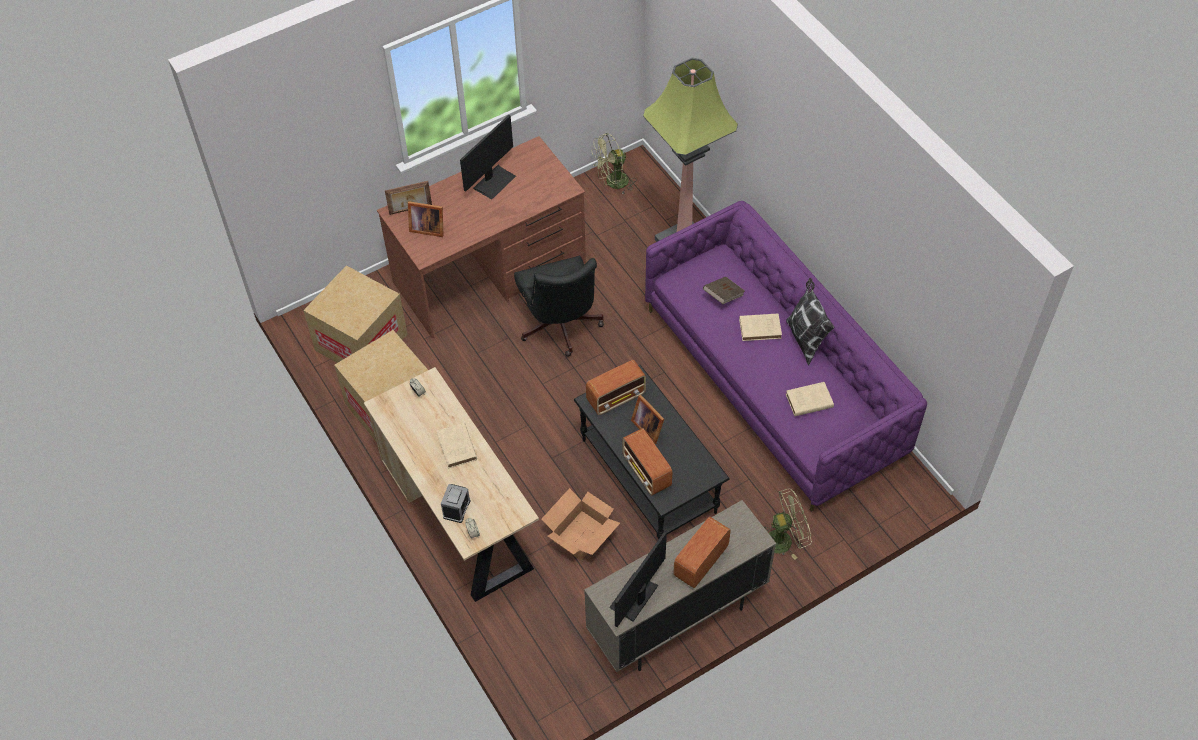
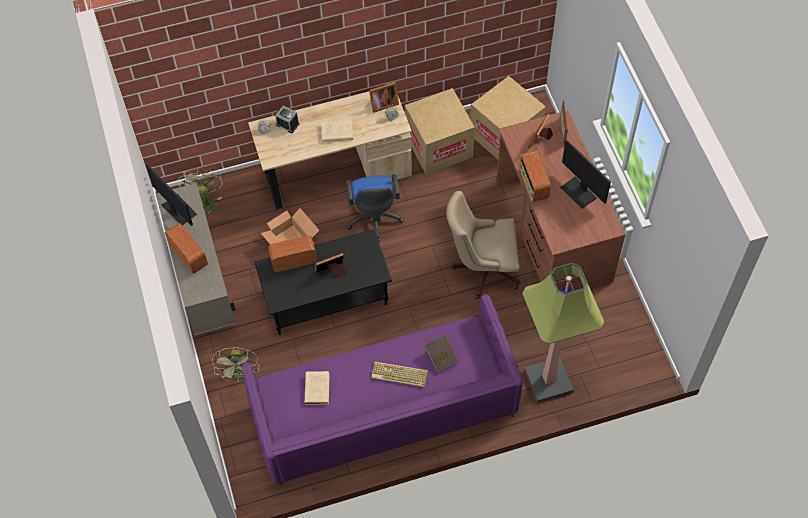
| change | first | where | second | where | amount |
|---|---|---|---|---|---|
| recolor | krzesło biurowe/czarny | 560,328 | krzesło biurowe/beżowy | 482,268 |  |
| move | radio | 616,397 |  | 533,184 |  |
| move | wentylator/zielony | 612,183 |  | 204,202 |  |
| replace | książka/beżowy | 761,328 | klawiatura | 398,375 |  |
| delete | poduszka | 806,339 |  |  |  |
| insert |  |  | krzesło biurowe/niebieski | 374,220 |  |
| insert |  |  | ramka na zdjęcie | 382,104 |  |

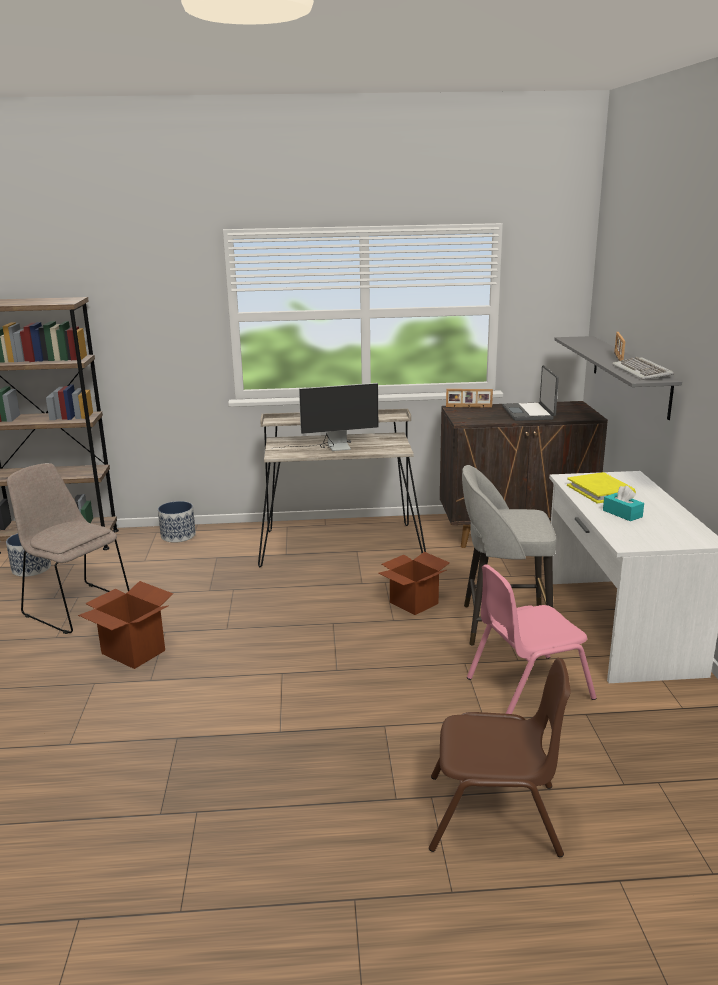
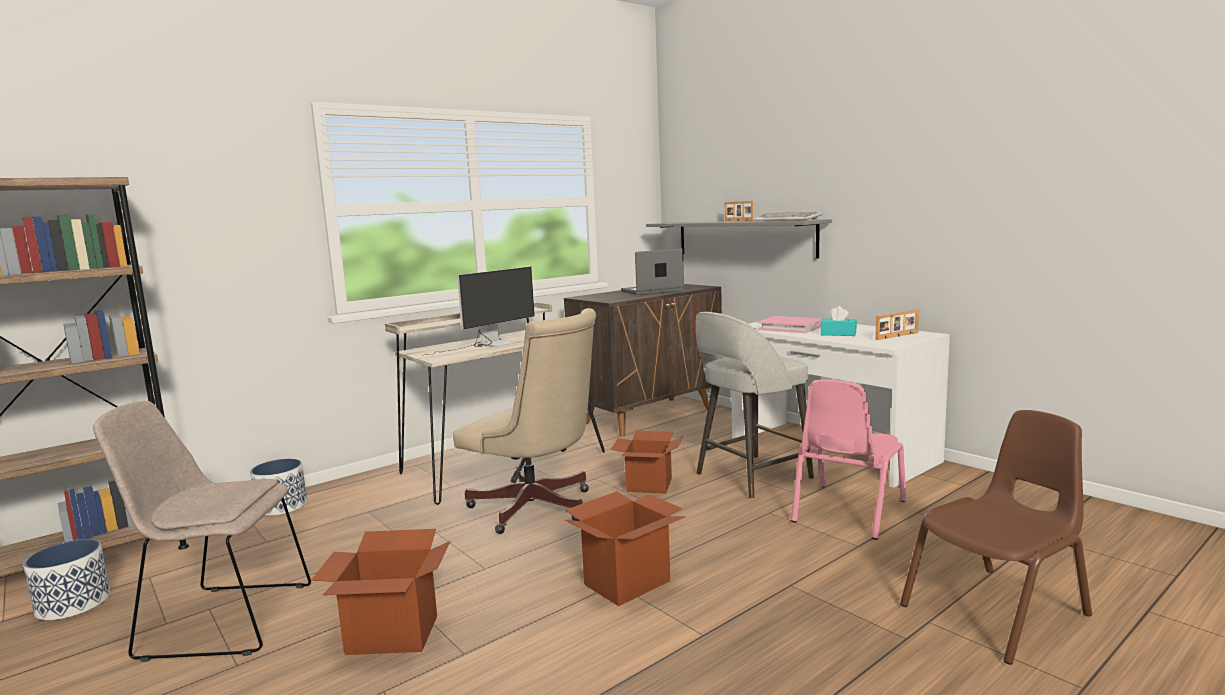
| change | first | where | second | where | amount |
|---|---|---|---|---|---|
| move | ramka na zdjęcie | 468,407 |  | 897,336 |  |
| rotate | laptop | 529,413 |  | 652,291 | 105 degrees clockwise |
| recolor | książka/żółty | 600,491 | książka/różowy | 789,328 |  |
| insert |  |  | krzesło biurowe/beżowy | 537,509 |  |
| insert |  |  | karton | 627,582 |  |

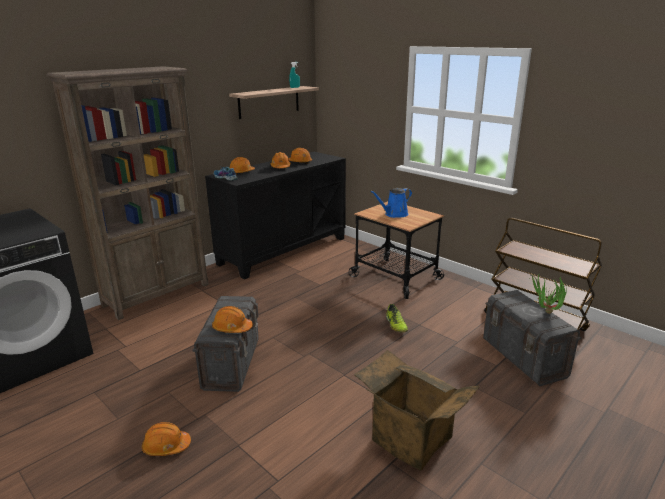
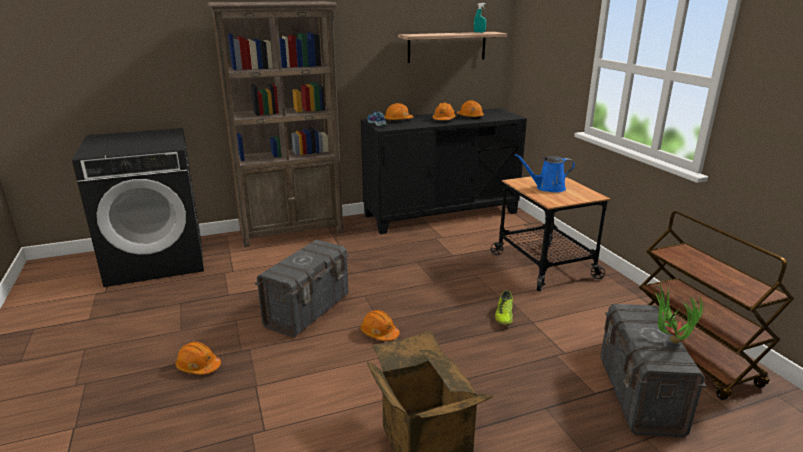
| change | first | where | second | where | amount |
|---|---|---|---|---|---|
| move | kask/pomarańczowy | 232,328 |  | 379,333 |  |

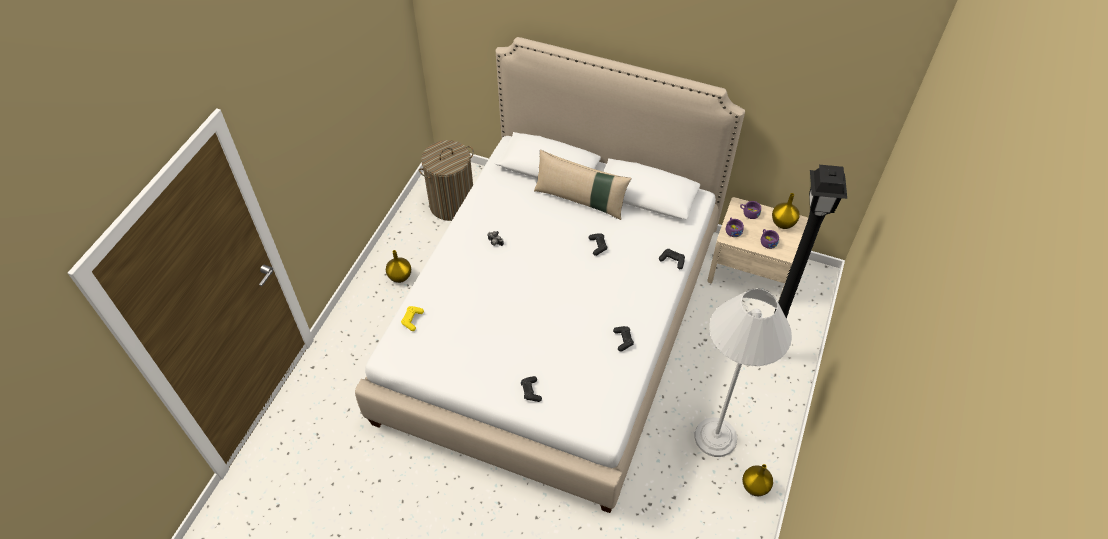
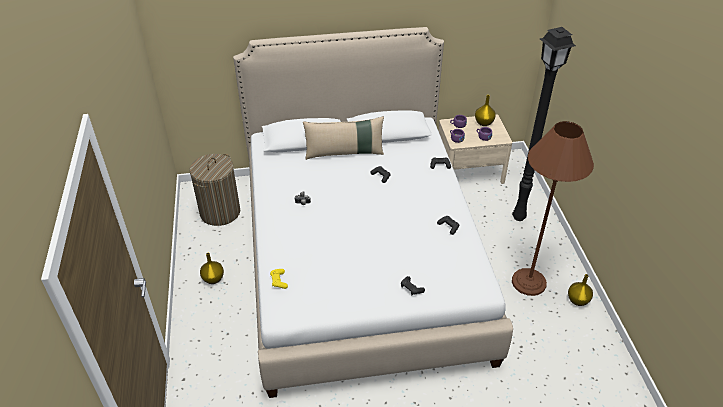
| change | first | where | second | where | amount |
|---|---|---|---|---|---|
| recolor | lampa stojąca/biały | 715,437 | lampa stojąca/brązowy | 528,282 |  |

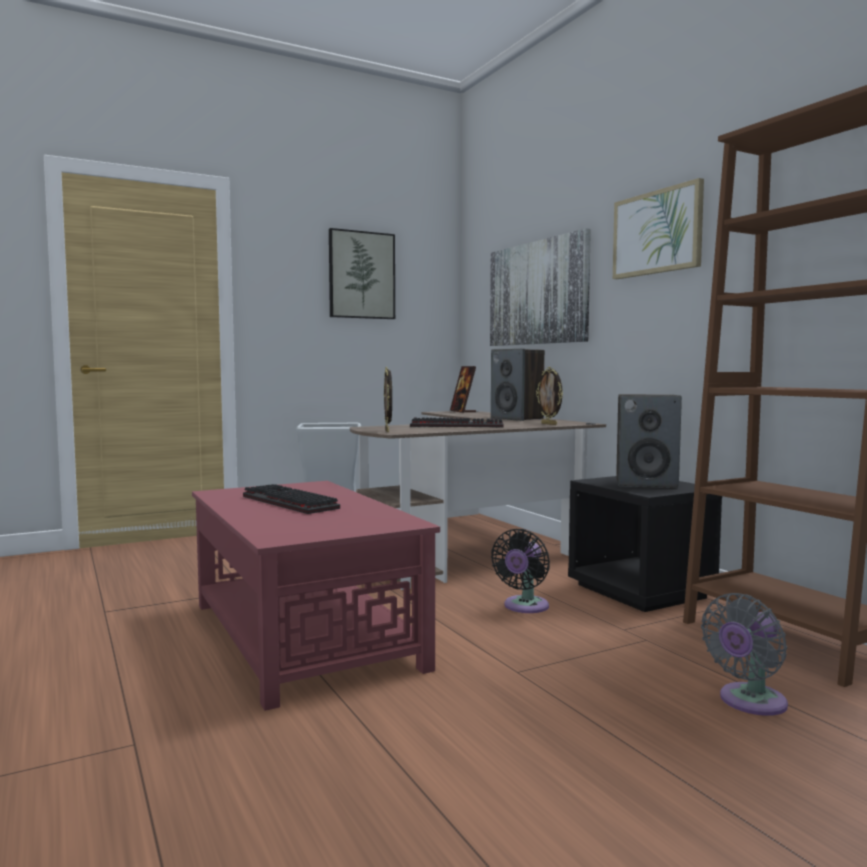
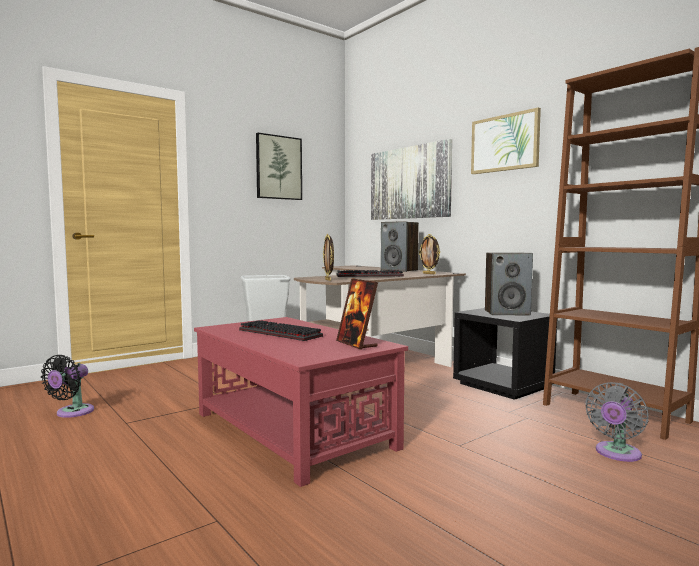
| change | first | where | second | where | amount |
|---|---|---|---|---|---|
| move | ramka na zdjęcie | 463,411 |  | 356,344 |  |
| move | wentylator/czarny | 524,607 |  | 72,413 |  |

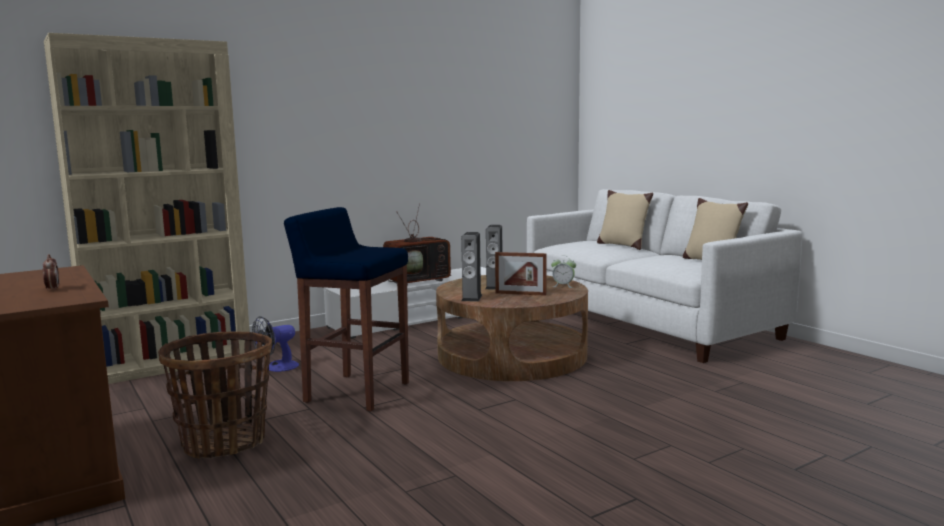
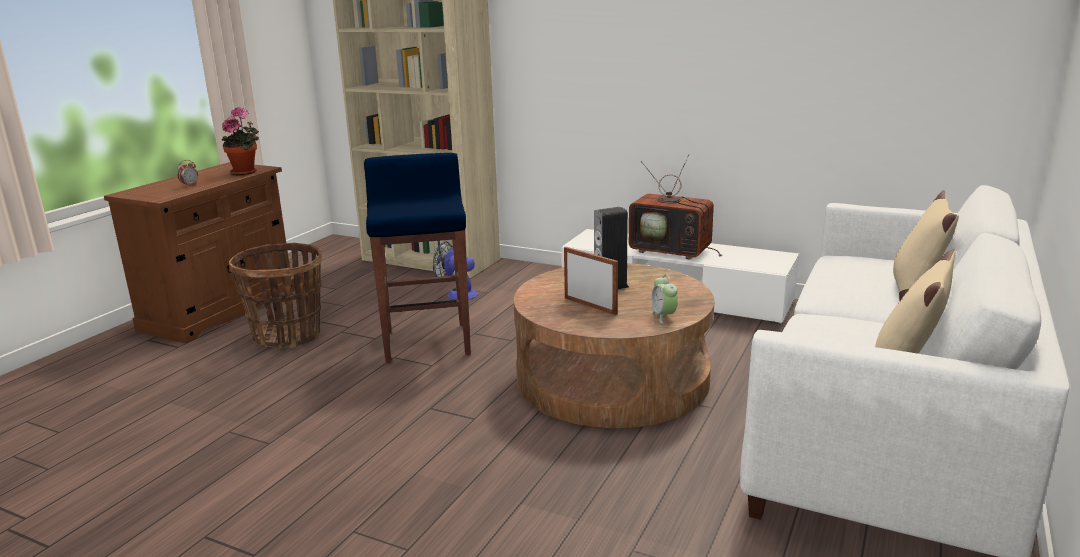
| change | first | where | second | where | amount |
|---|---|---|---|---|---|
| delete | głośnik | 471,298 |  |  |  |
| rotate | ramka na zdjęcie | 520,294 |  | 590,306 | 150 degrees clockwise |
| insert |  |  | roślina doniczkowa | 246,172 |  |

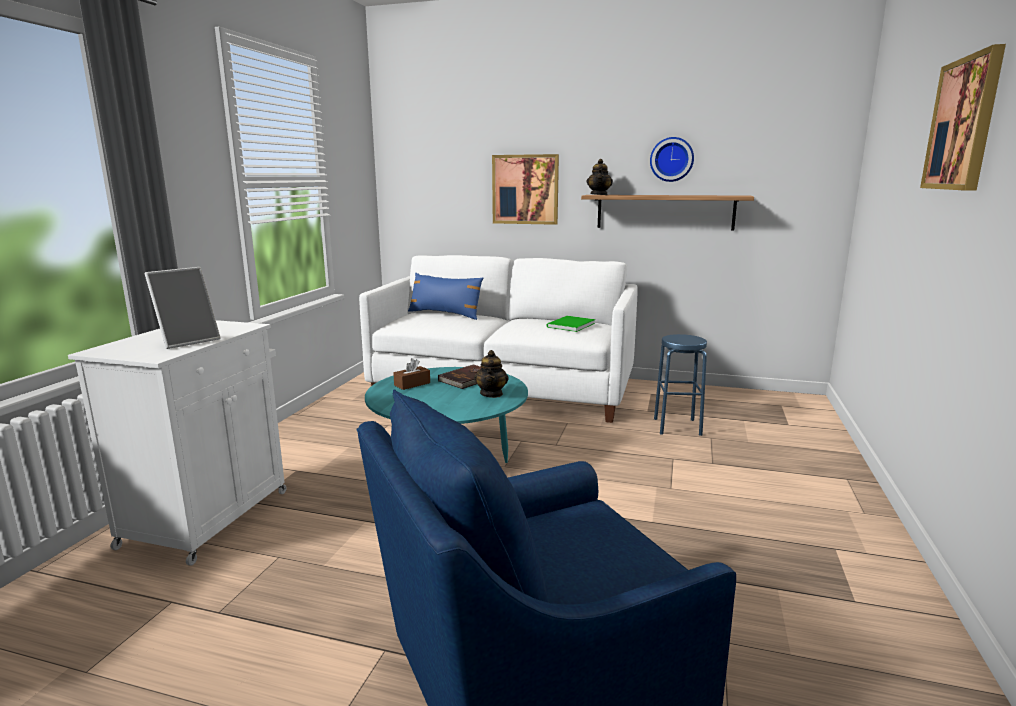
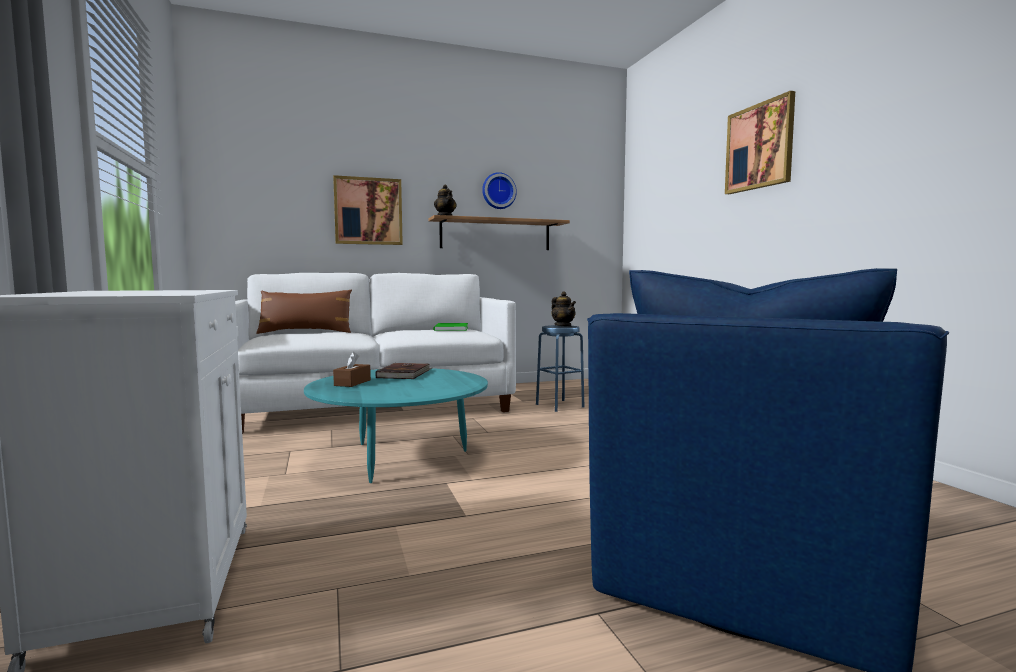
| change | first | where | second | where | amount |
|---|---|---|---|---|---|
| delete | ramka na zdjęcie | 188,341 |  |  |  |
| recolor | poduszka/niebieski | 445,314 | poduszka/brązowy | 306,332 |  |
| move | imbryk | 491,394 |  | 563,326 |  |

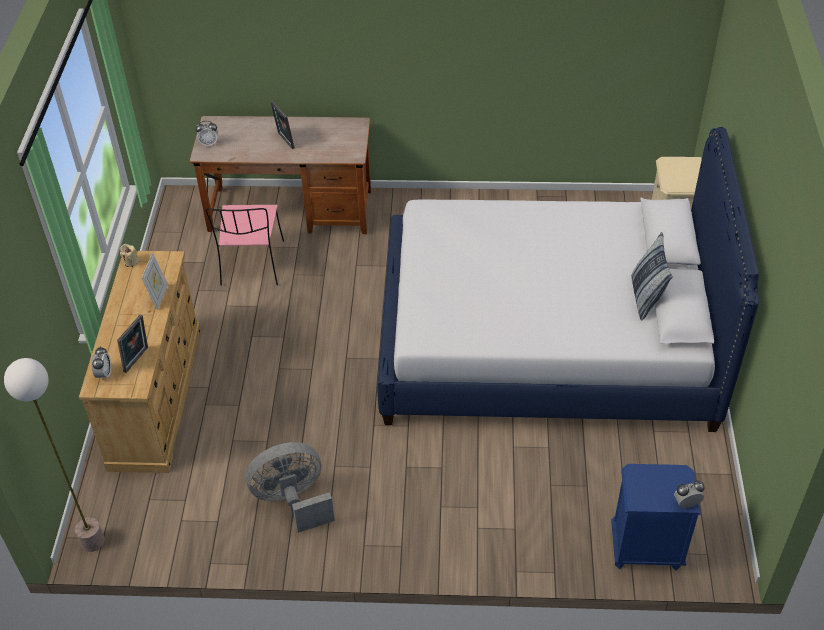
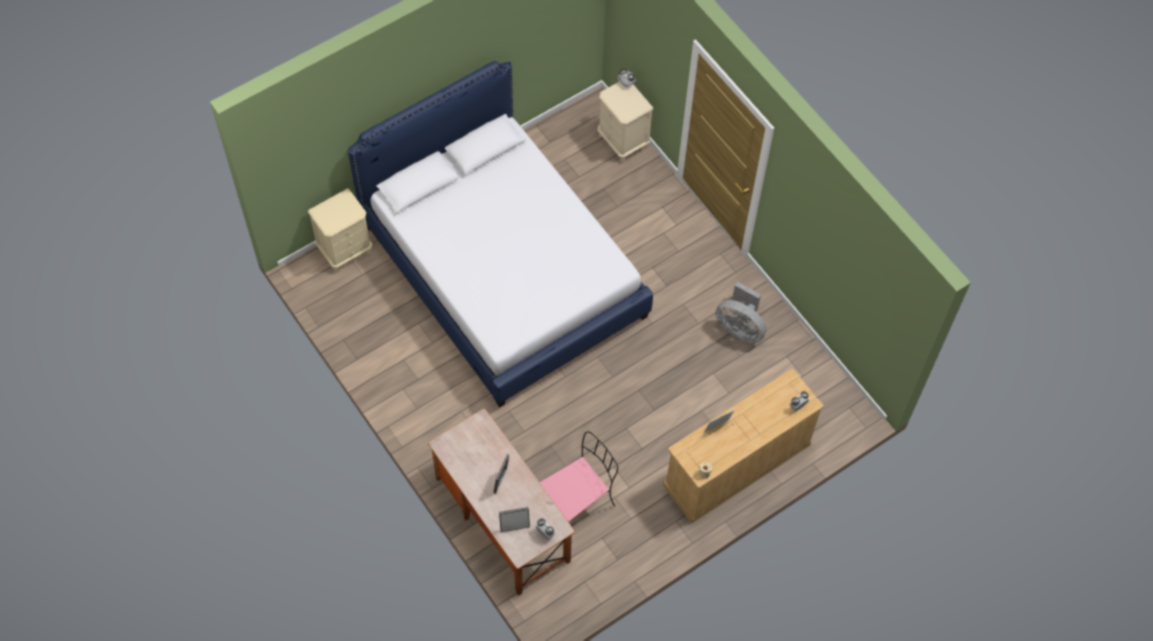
| change | first | where | second | where | amount |
|---|---|---|---|---|---|
| delete | lampa stojąca | 92,541 |  |  |  |
| move | ramka na zdjęcie | 137,360 |  | 514,526 |  |
| recolor | szafka nocna/niebieski | 645,549 | szafka nocna/beżowy | 622,141 |  |
| delete | poduszka | 646,297 |  |  |  |

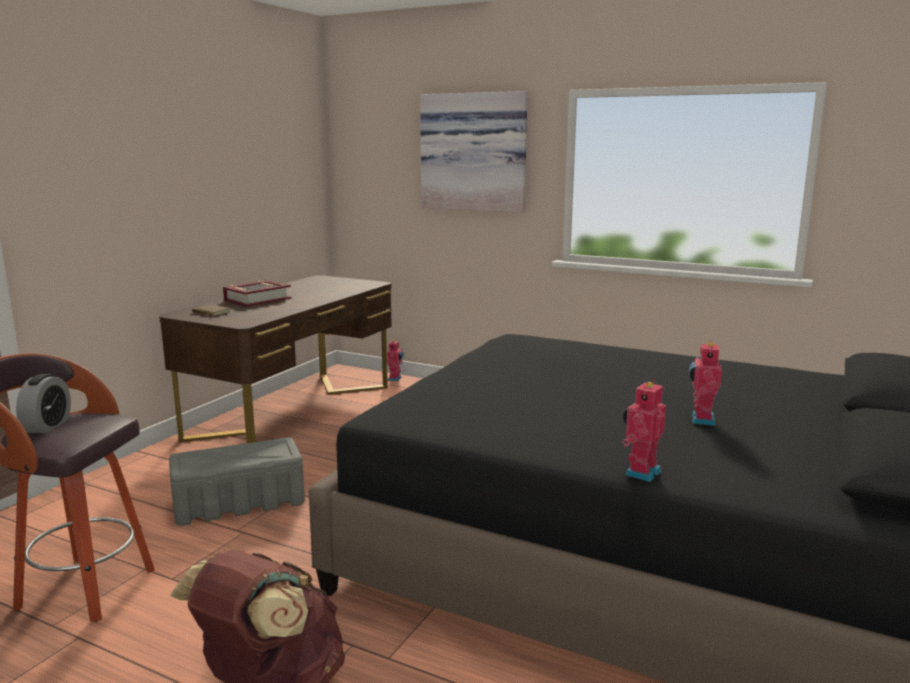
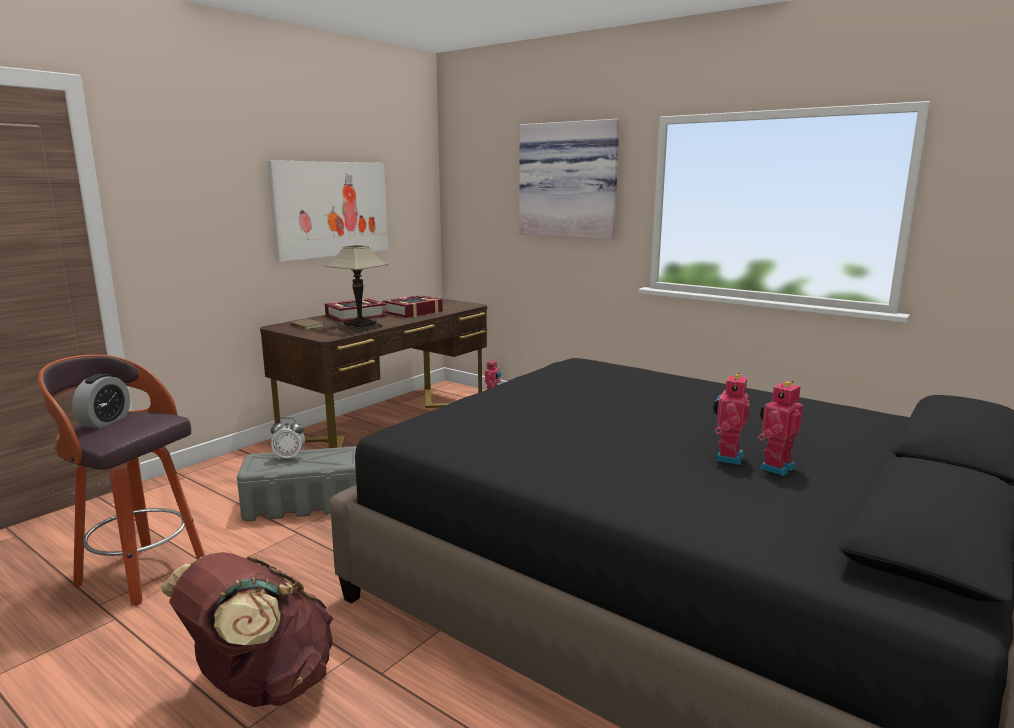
| change | first | where | second | where | amount |
|---|---|---|---|---|---|
| move | robot zabawkowy | 640,472 |  | 775,467 |  |
| insert |  |  | obraz | 331,209 |  |
| insert |  |  | budzik | 289,457 |  |
| insert |  |  | lampa stołowa | 360,327 |  |
| insert |  |  | książka | 413,312 |  |

